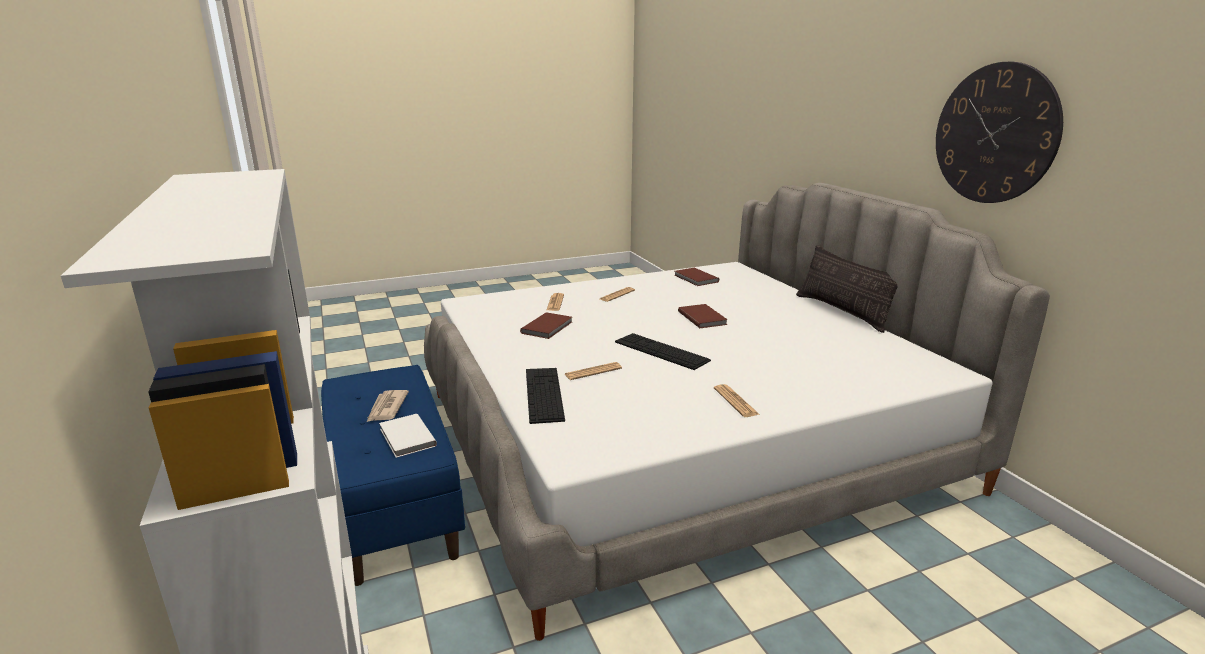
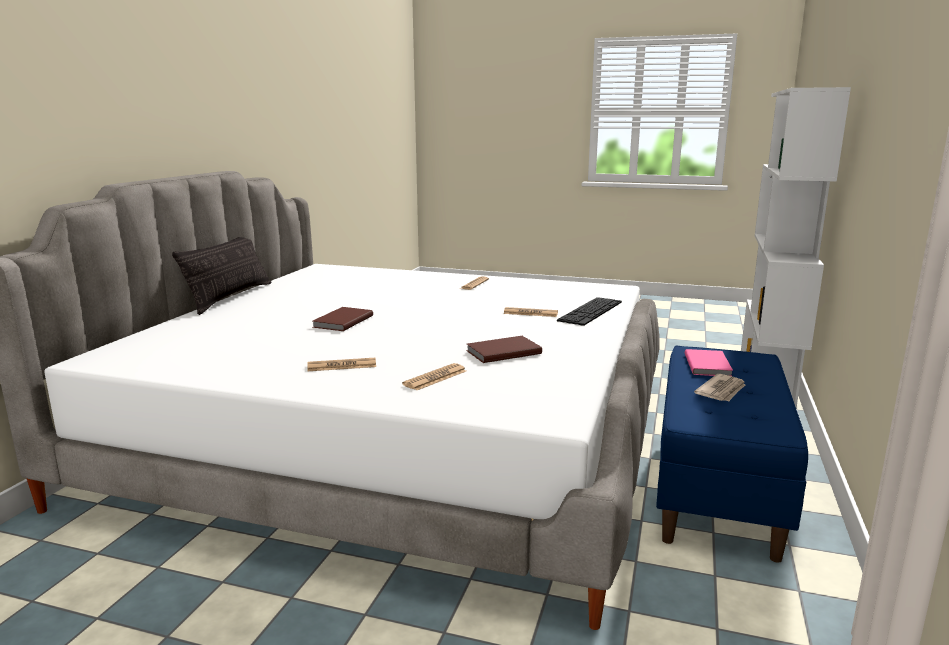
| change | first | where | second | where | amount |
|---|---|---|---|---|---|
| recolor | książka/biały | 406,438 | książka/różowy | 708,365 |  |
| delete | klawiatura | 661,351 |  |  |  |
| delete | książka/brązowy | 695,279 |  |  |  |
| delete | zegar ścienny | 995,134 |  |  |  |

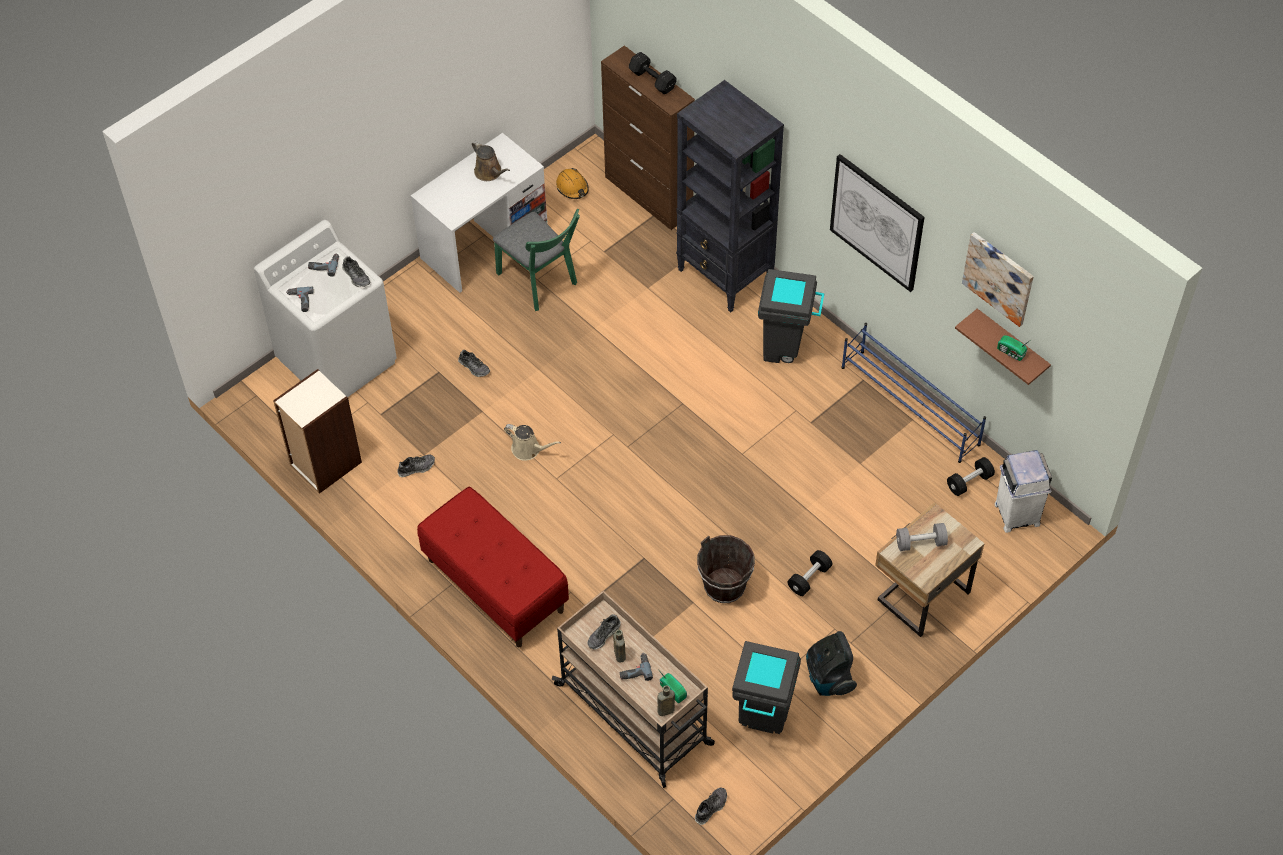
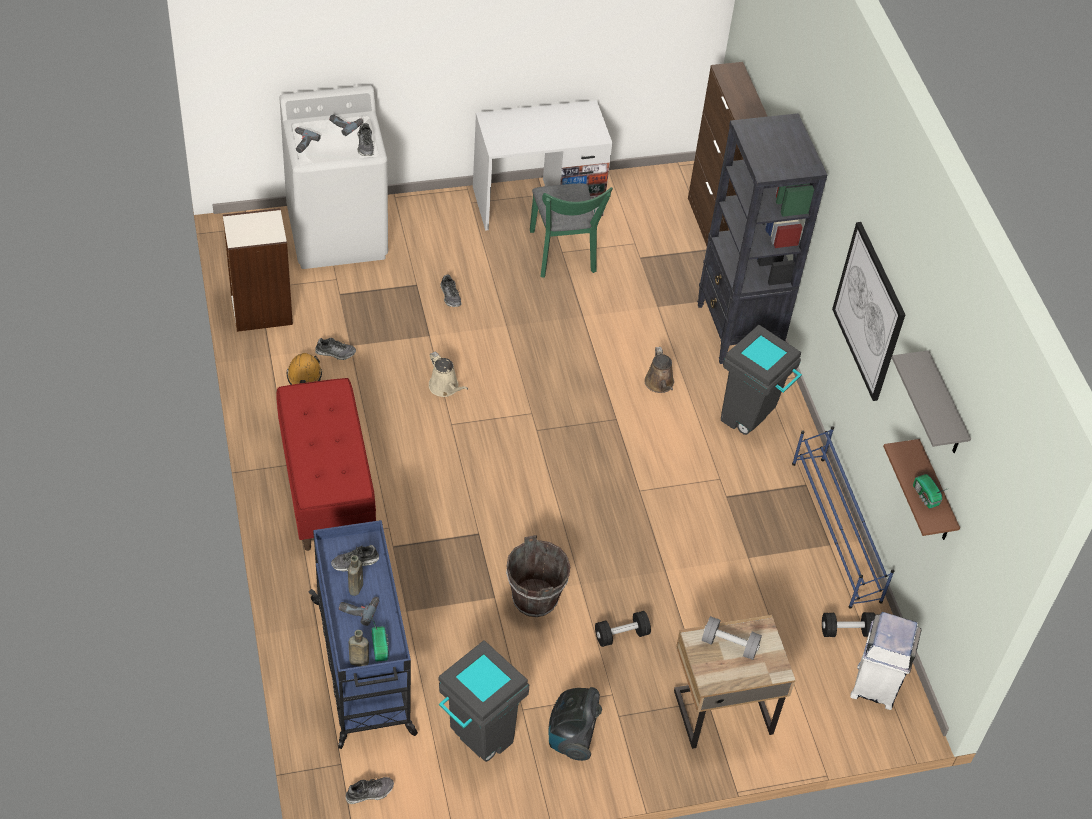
| change | first | where | second | where | amount |
|---|---|---|---|---|---|
| move | konewka/brązowy | 489,172 |  | 660,384 |  |
| recolor | wózek/beżowy | 635,715 | wózek/niebieski | 363,668 |  |
| move | kask/pomarańczowy | 572,187 |  | 304,376 |  |
| delete | hantel/czarny | 652,79 |  |  |  |
| replace | obraz | 999,278 | półka/szary | 944,407 |  |

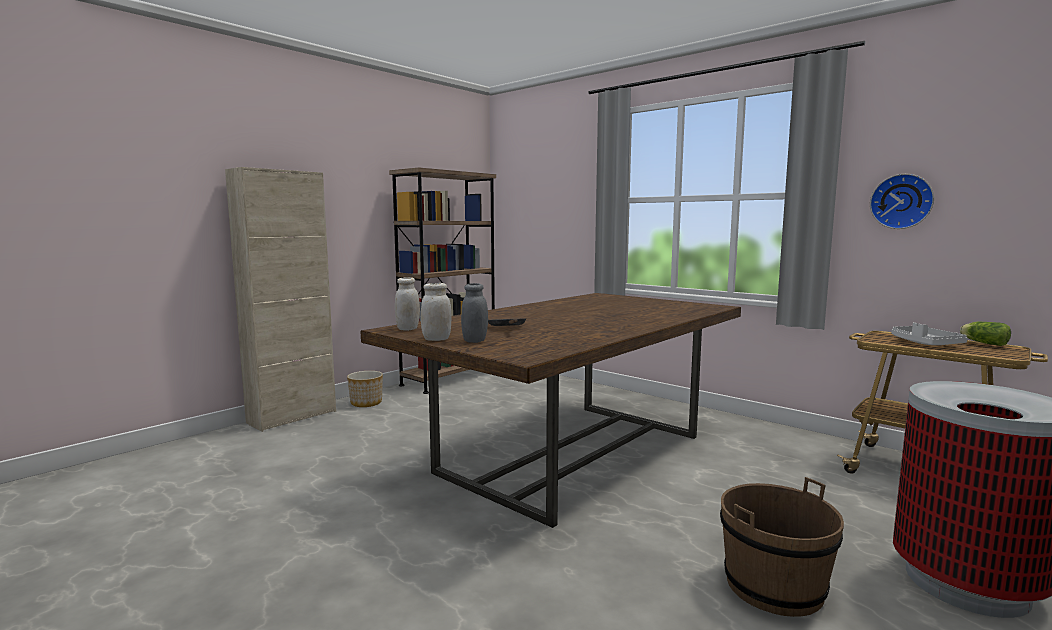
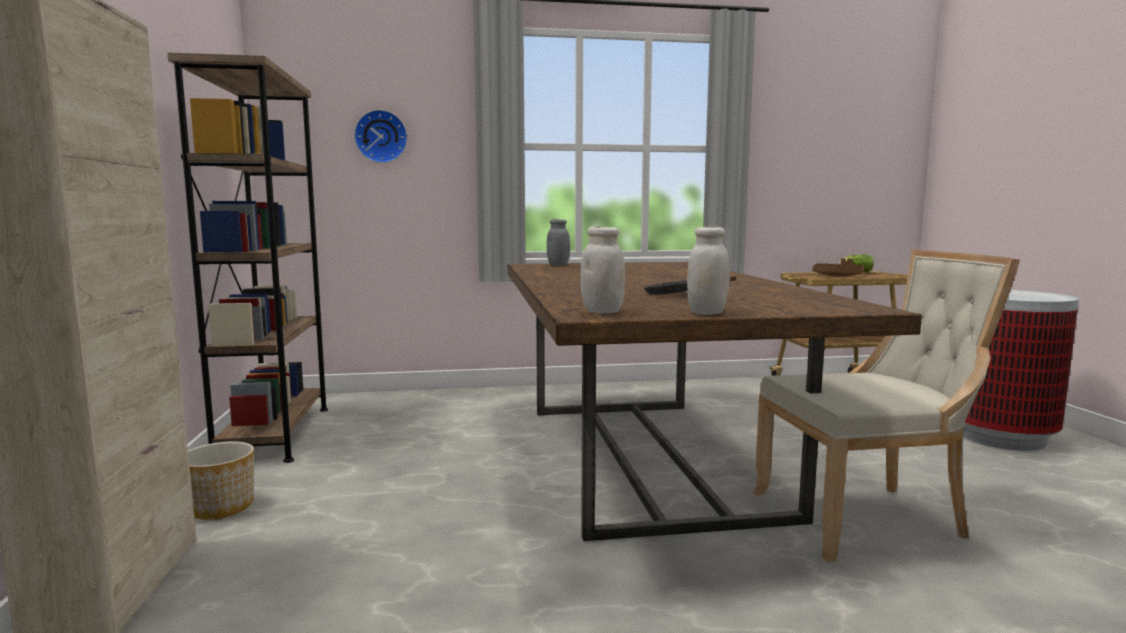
| change | first | where | second | where | amount |
|---|---|---|---|---|---|
| move | słoik/szary | 475,341 |  | 558,265 |  |
| delete | wiadro/brązowy | 774,587 |  |  |  |
| move | zegar ścienny | 901,201 |  | 381,137 |  |
| recolor | taca/szary | 924,343 | taca/brązowy | 838,276 |  |
| insert |  |  | krzesło/beżowy | 866,517 |  |

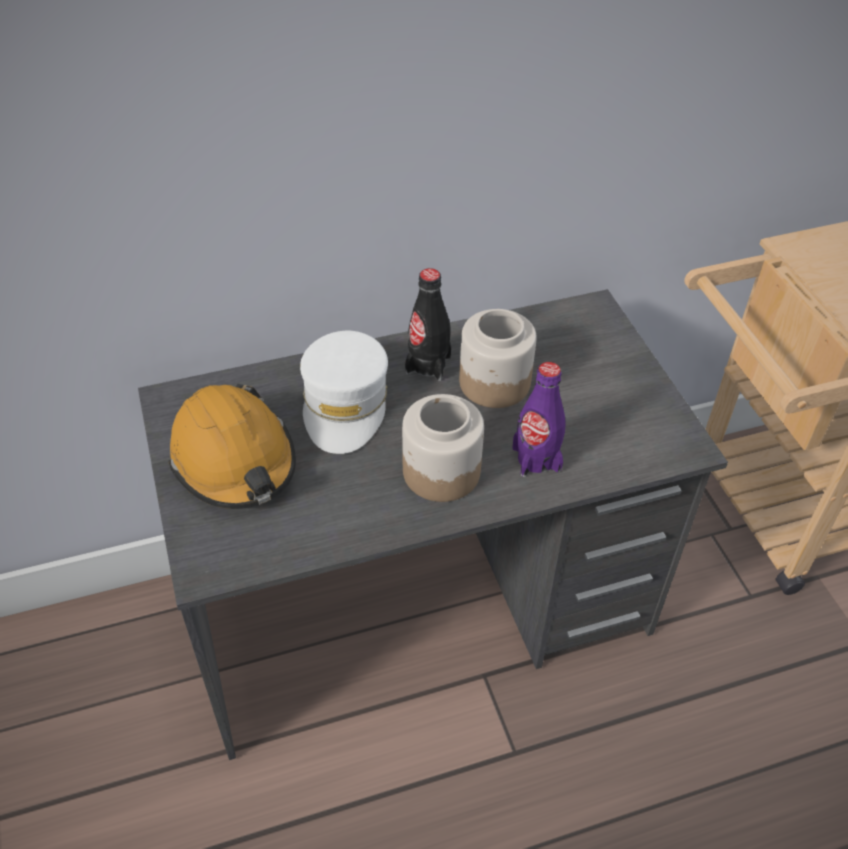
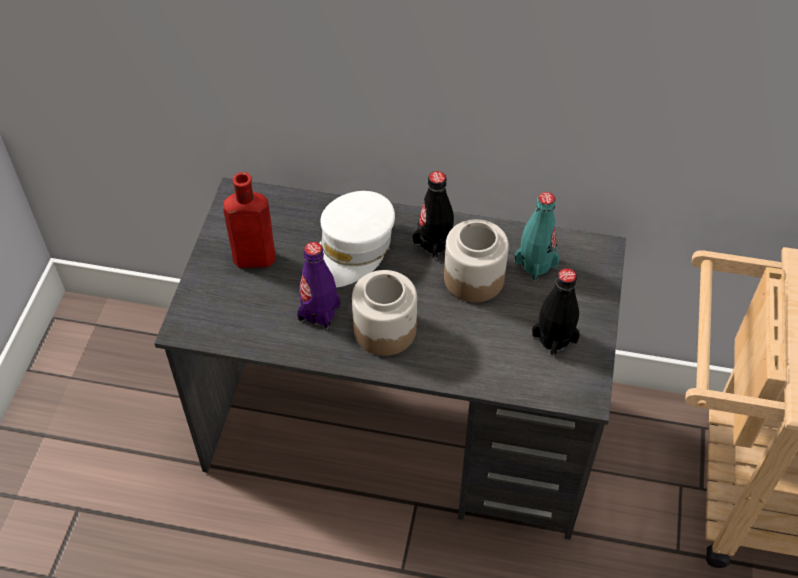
| change | first | where | second | where | amount |
|---|---|---|---|---|---|
| replace | kask/pomarańczowy | 234,460 | butelka/czerwony | 251,259 |  |
| move | butelka/fioletowy | 536,459 |  | 319,312 |  |
| insert |  |  | butelka/turkusowy | 535,264 |  |
| insert |  |  | butelka/czarny | 554,338 |  |

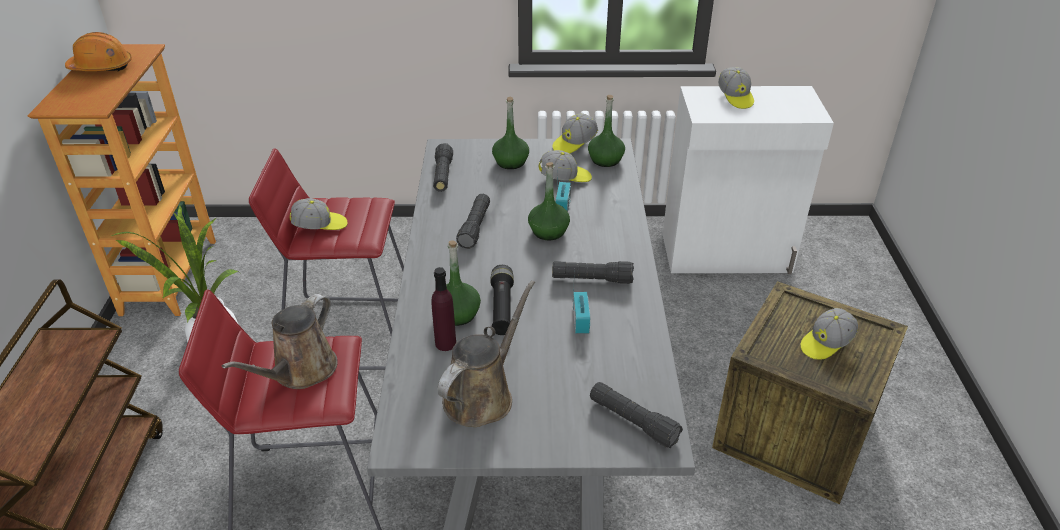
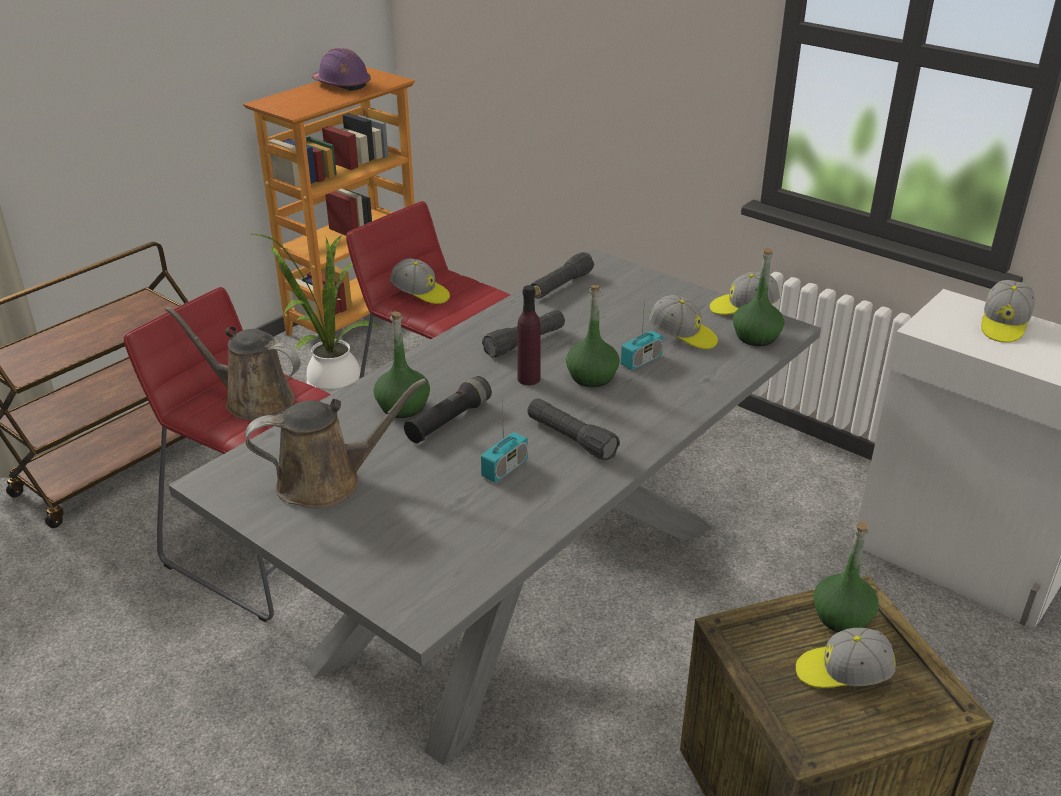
| change | first | where | second | where | amount |
|---|---|---|---|---|---|
| recolor | kask/pomarańczowy | 102,67 | kask/fioletowy | 342,84 |  |
| rotate | konewka/brązowy | 300,371 |  | 253,400 | 45 degrees clockwise |
| move | butelka/fioletowy | 445,343 |  | 528,379 |  |
| move | butelka/zielony | 511,162 |  | 842,617 |  |
| delete | latarka/czarny | 633,421 |  |  |  |

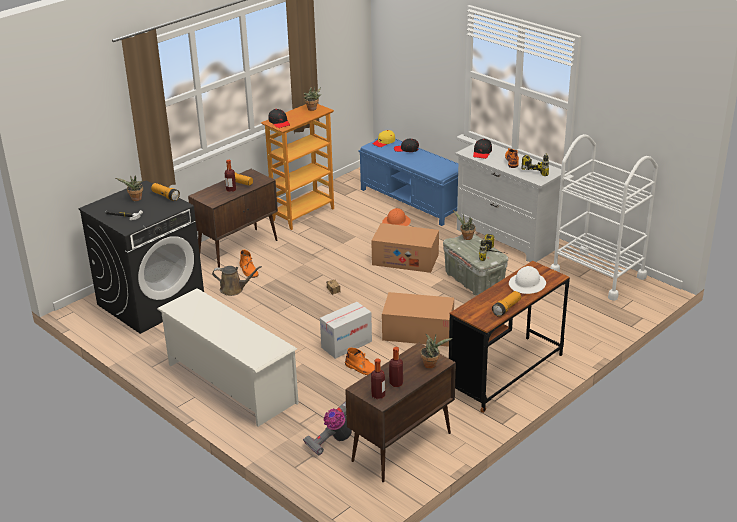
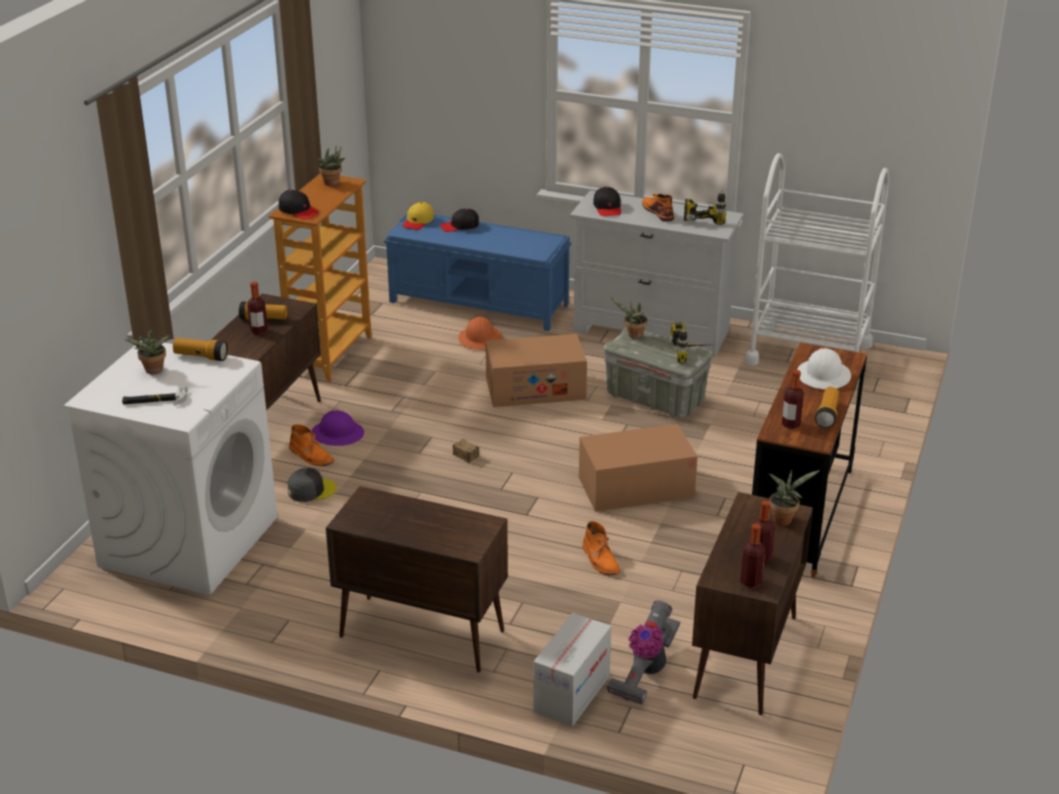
| change | first | where | second | where | amount |
|---|---|---|---|---|---|
| recolor | pralka/czarny | 151,302 | pralka/biały | 189,541 |  |
| replace | regał na buty/biały | 230,383 | szafka/brązowy | 420,634 |  |
| replace | konewka/brązowy | 234,289 | czapka z daszkiem/szary | 311,490 |  |
| move | karton | 346,344 |  | 572,694 |  |
| rotate | but z cholewką/pomarańczowy | 362,368 |  | 600,559 | 60 degrees clockwise |
| insert |  |  | kask/fioletowy | 337,434 |  |
| insert |  |  | butelka | 791,424 |  |

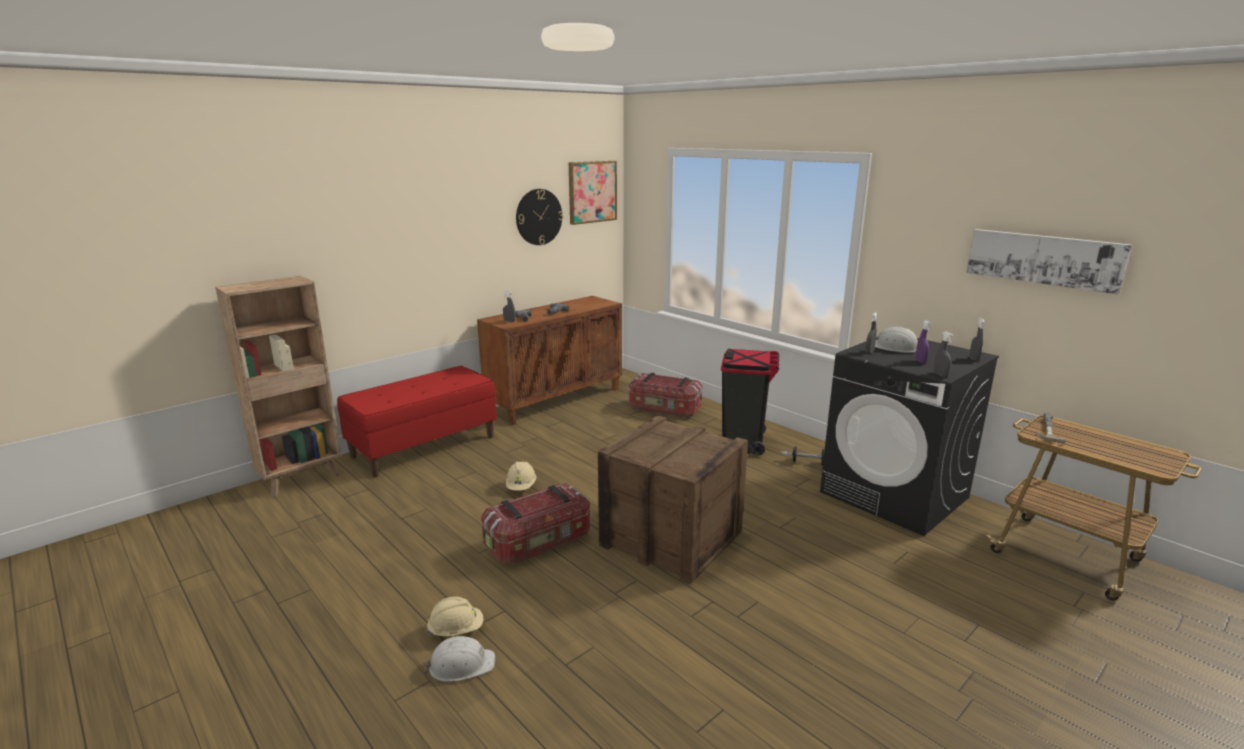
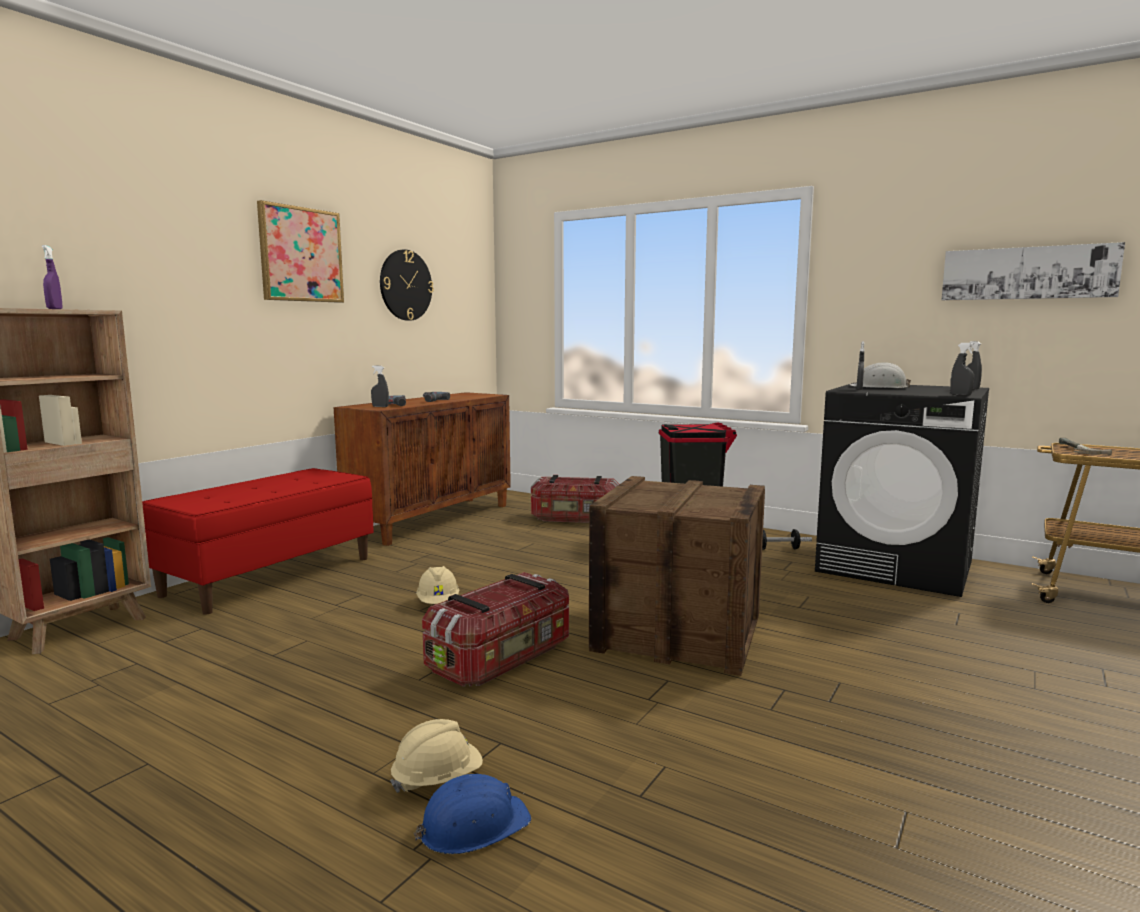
| change | first | where | second | where | amount |
|---|---|---|---|---|---|
| recolor | kask/biały | 461,665 | kask/niebieski | 473,825 |  |
| move | obraz | 592,192 |  | 301,254 |  |
| move | spryskiwacz/fioletowy | 920,361 |  | 54,309 |  |

